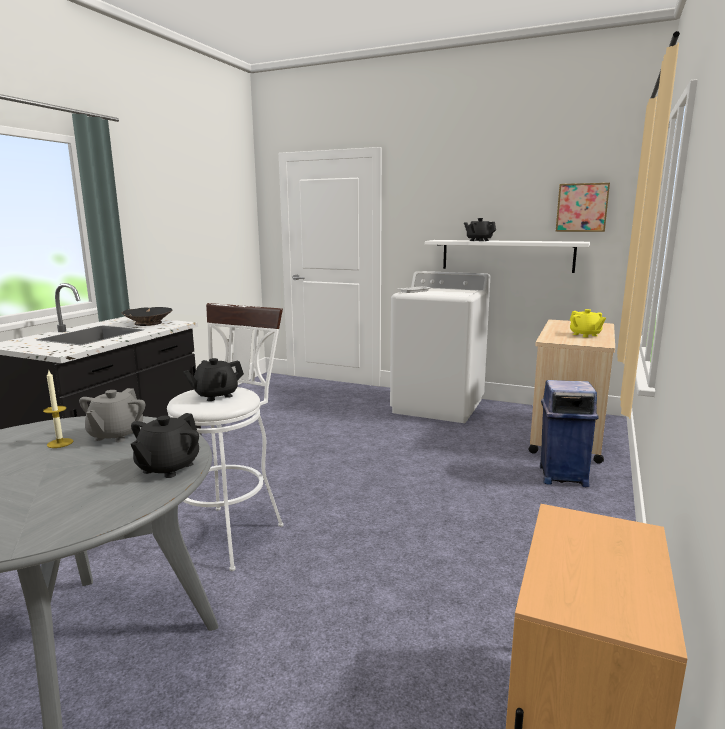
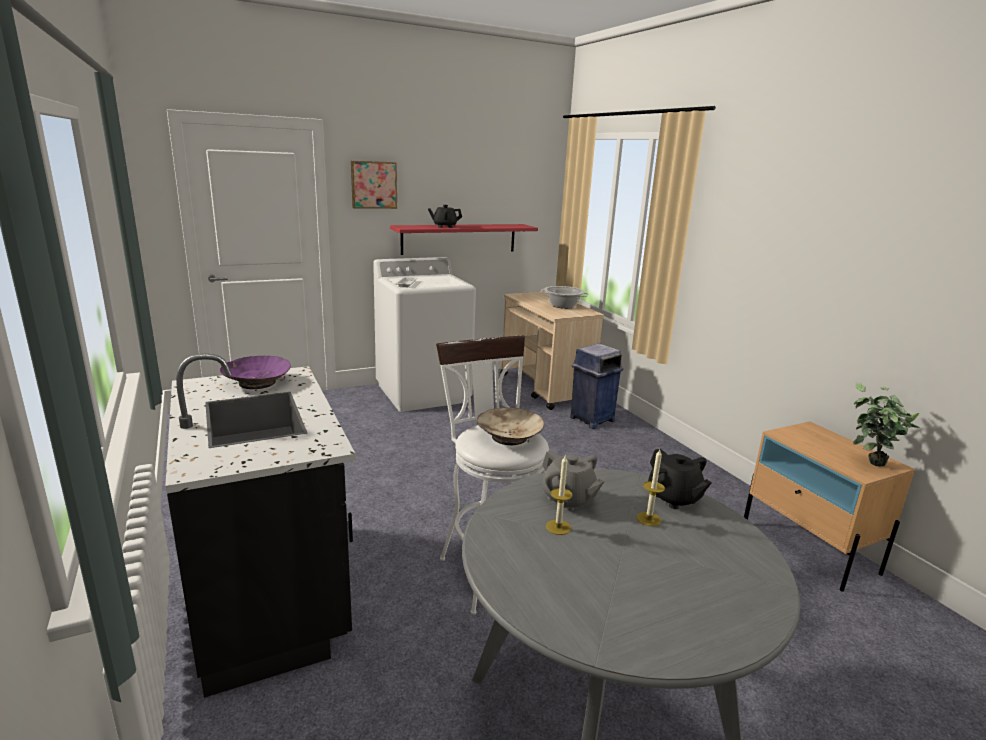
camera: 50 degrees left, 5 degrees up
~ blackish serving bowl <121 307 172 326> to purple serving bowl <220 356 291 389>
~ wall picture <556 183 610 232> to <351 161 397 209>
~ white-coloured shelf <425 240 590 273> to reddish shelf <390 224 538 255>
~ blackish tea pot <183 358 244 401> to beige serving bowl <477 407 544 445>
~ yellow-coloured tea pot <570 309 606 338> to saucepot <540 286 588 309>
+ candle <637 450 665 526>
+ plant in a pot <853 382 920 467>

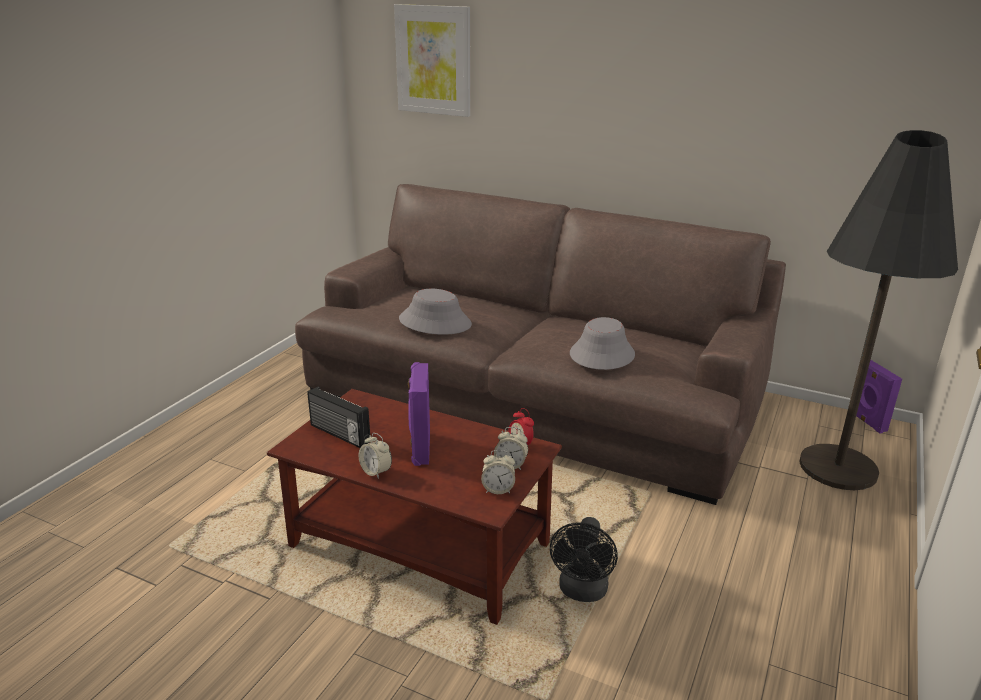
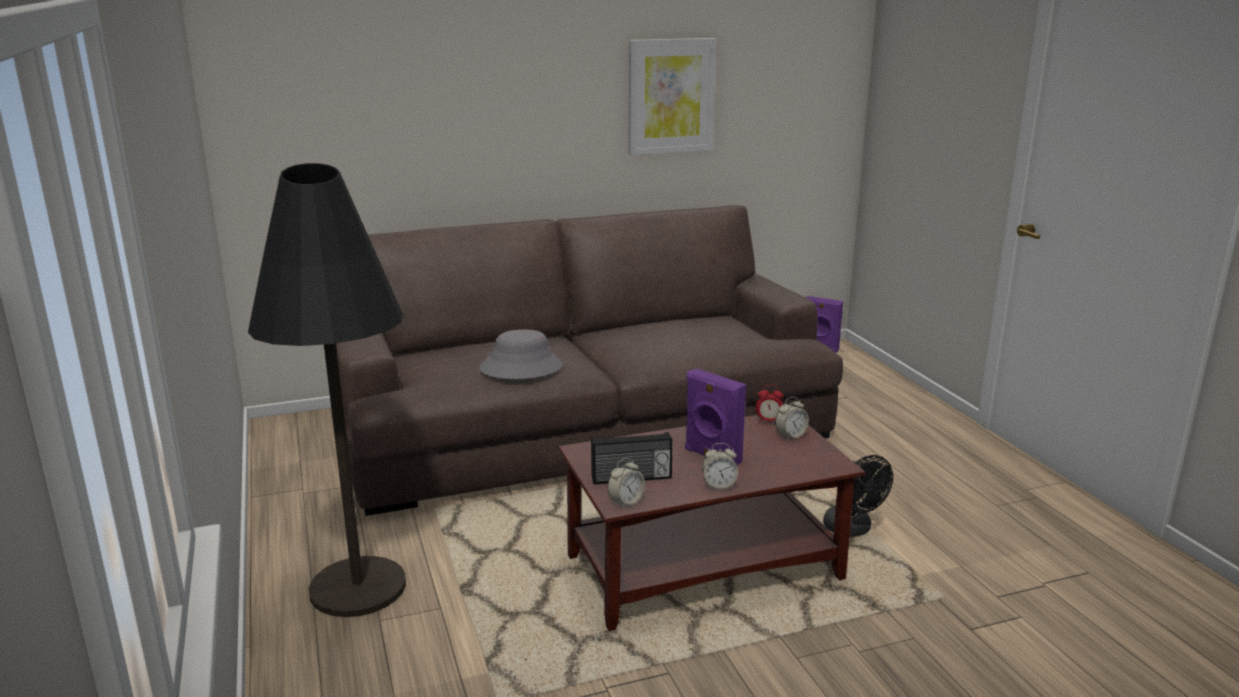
camera: 45 degrees left, 5 degrees down
~ blackish floor lamp <799 130 958 490> to <248 163 406 617>
~ bedside clock <481 450 515 494> to <608 458 645 508>
~ wall picture <394 4 470 117> to <629 38 716 155>
- grey hat <570 317 635 370>

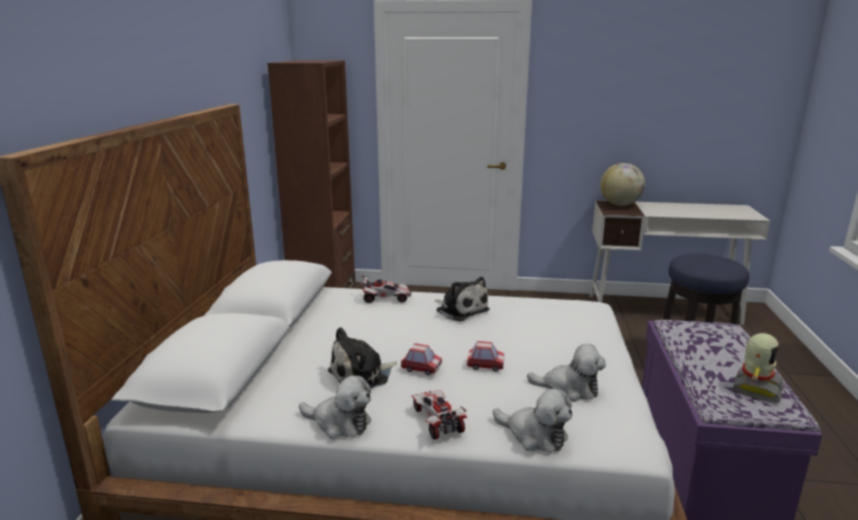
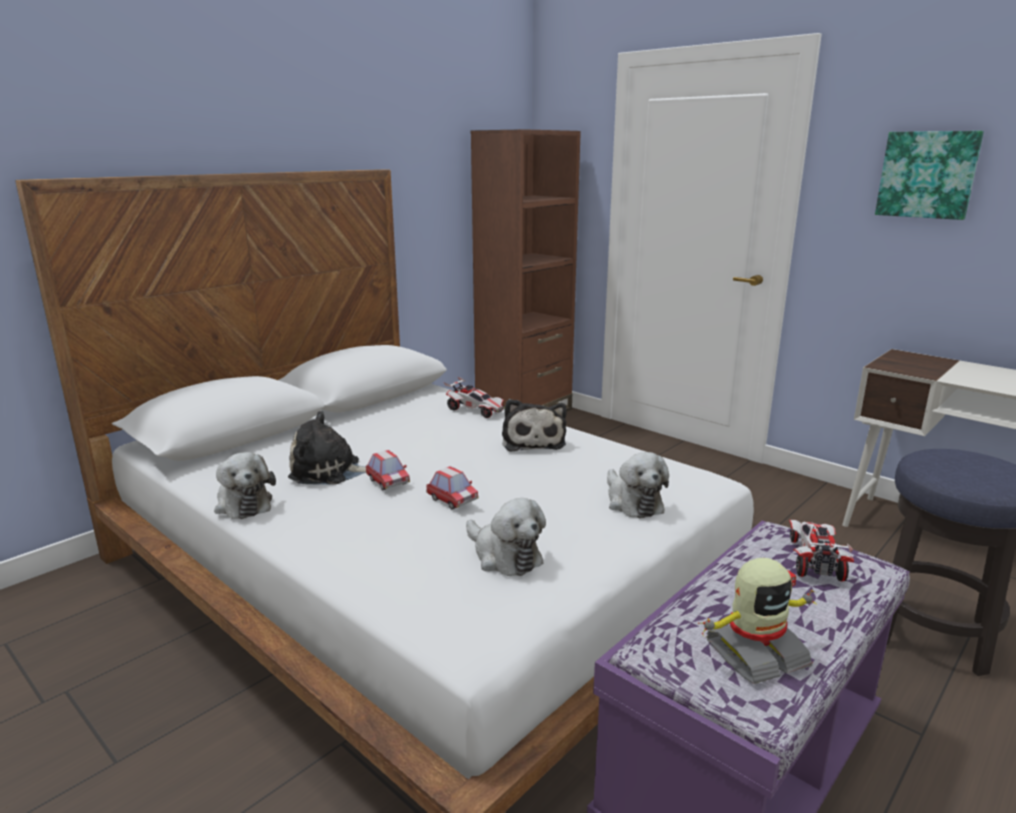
camera: 35 degrees right, 0 degrees up
~ plush toy <493 389 572 453> to <607 452 669 518>
~ miniature car <411 390 467 440> to <789 520 854 582>
+ wall picture <875 131 984 220>
- globe <600 163 645 206>

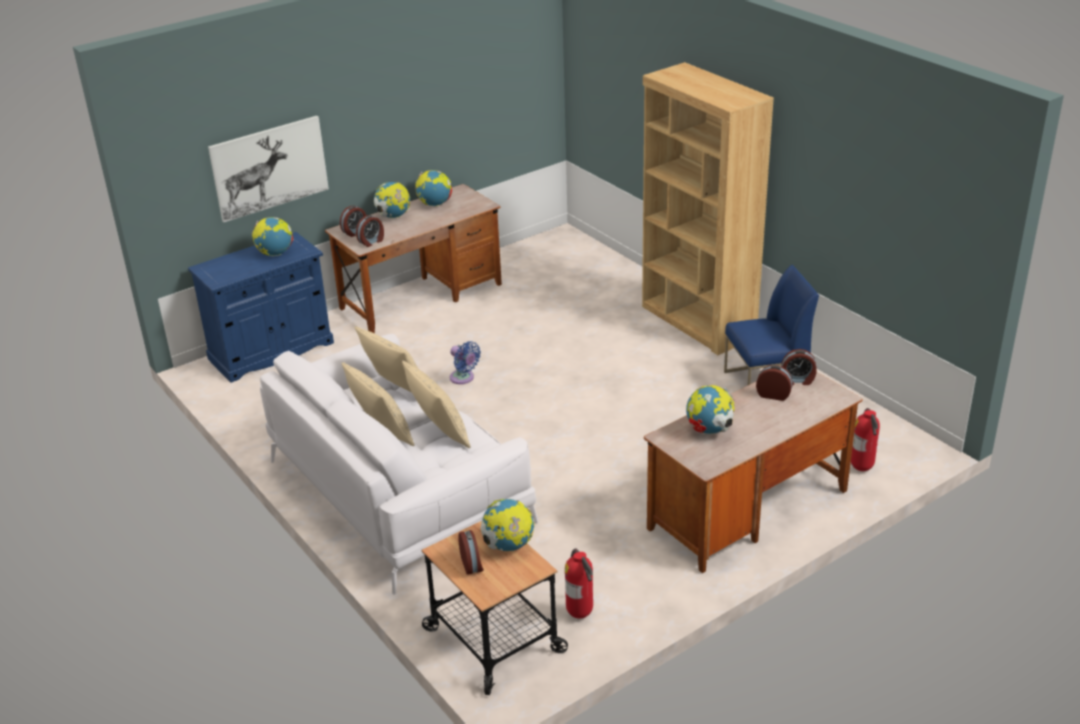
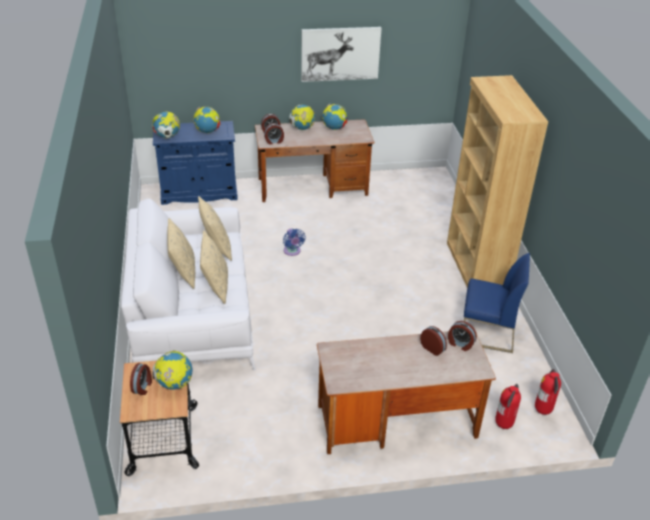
camera: 25 degrees right, 5 degrees up
~ globe <686 385 735 434> to <152 111 180 138>
~ wall picture <208 116 329 222> to <301 27 382 82>
~ fire-fighting cylinder <565 548 593 618> to <535 369 561 415>

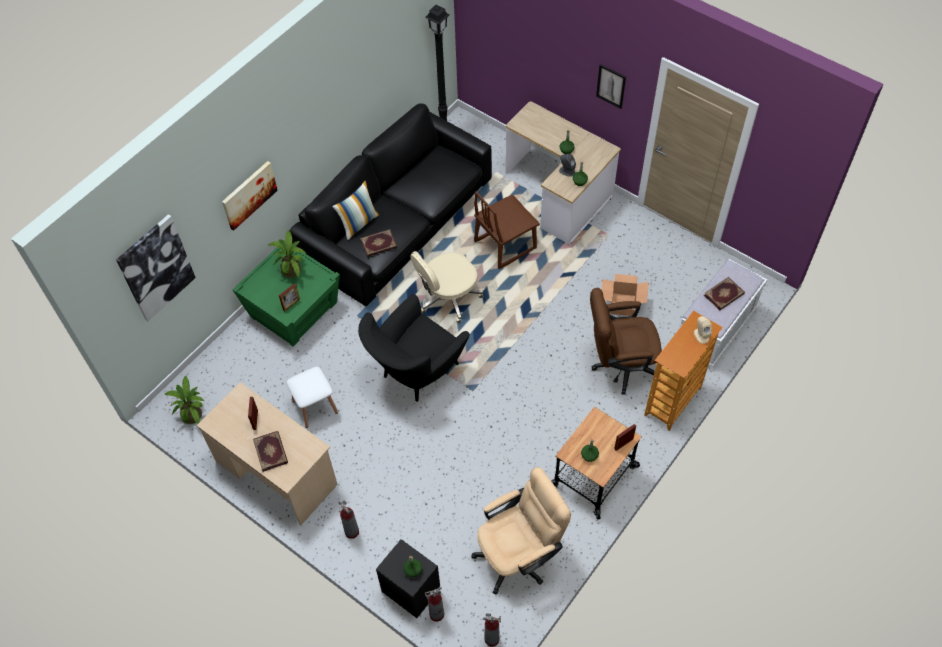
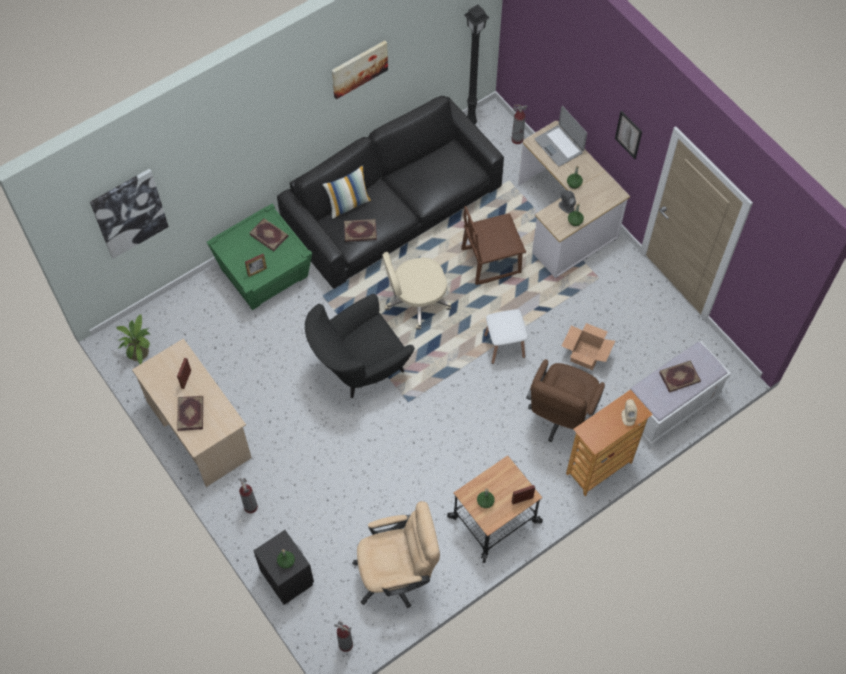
camera: 15 degrees right, 5 degrees up
~ plant in a pot <268 230 306 278> to volume <249 218 289 251>
~ wall picture <222 161 278 231> to <332 40 388 99>
~ white-coloured sitting stool <286 367 338 428> to <484 309 528 364>
~ fire-fighting cylinder <425 587 444 622> to <512 105 528 144>
~ brown-coloured computer chair <590 288 662 395> = <526 359 605 442> 75 degrees counterclockwise
+ notebook computer <535 106 587 166>

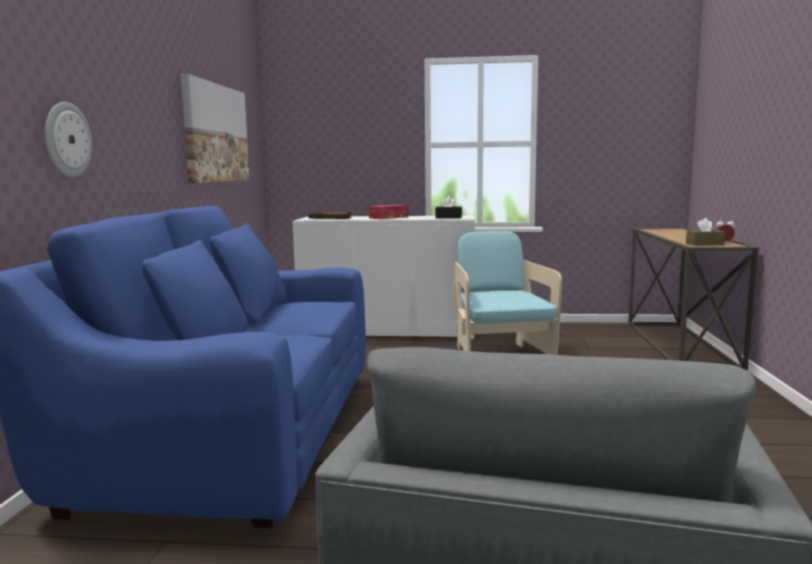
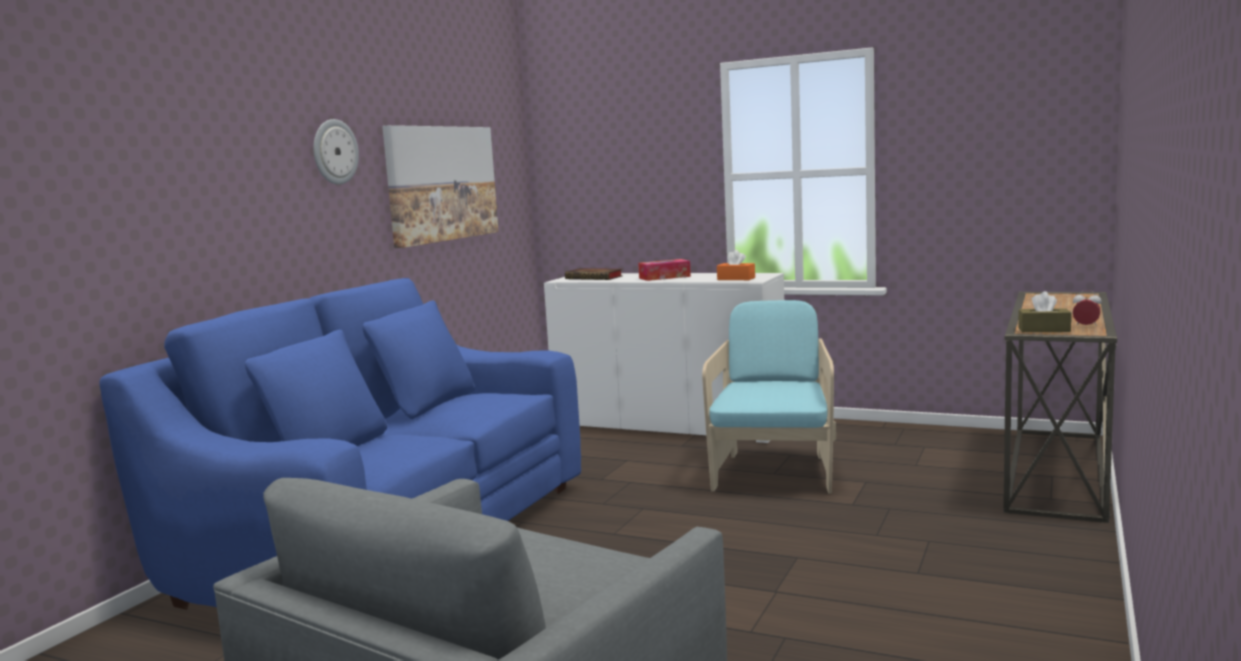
camera: 20 degrees right, 0 degrees up
~ hanging clock <45 102 92 178> to <313 119 359 185>
~ blackish box of tissues <435 196 462 219> to orangey box of tissues <717 250 755 280>

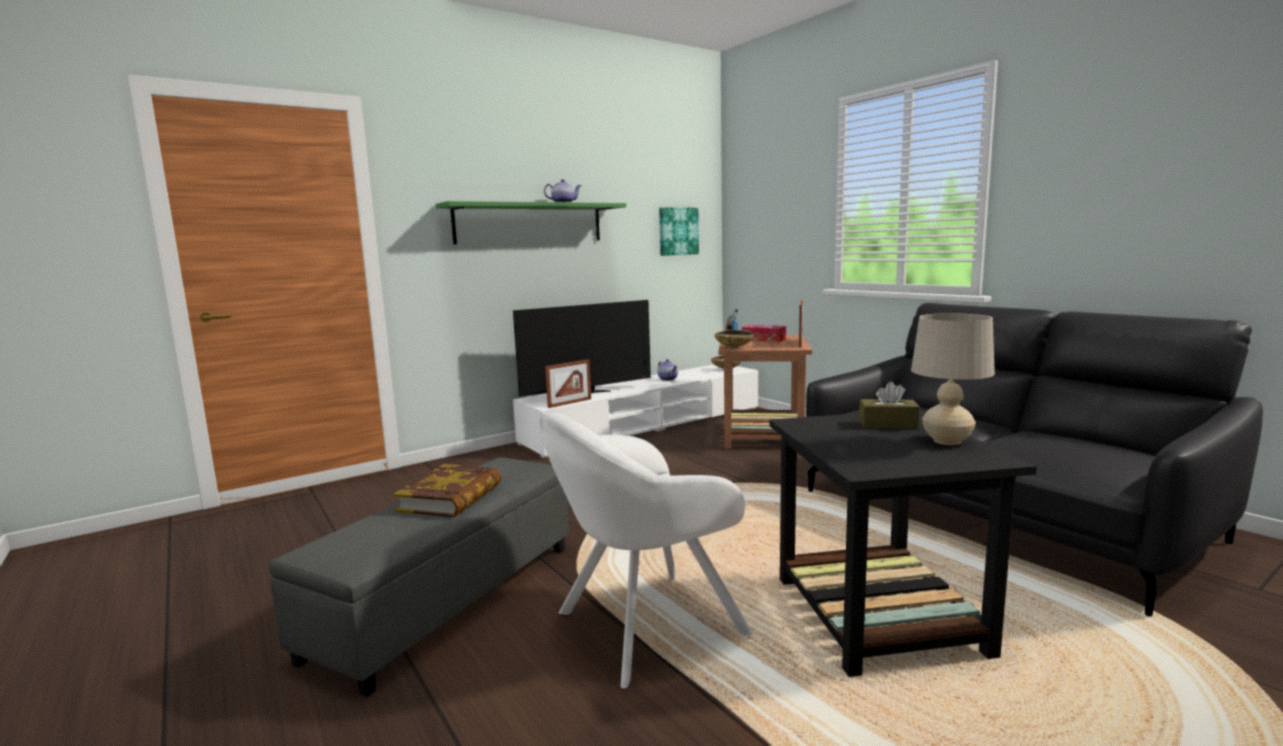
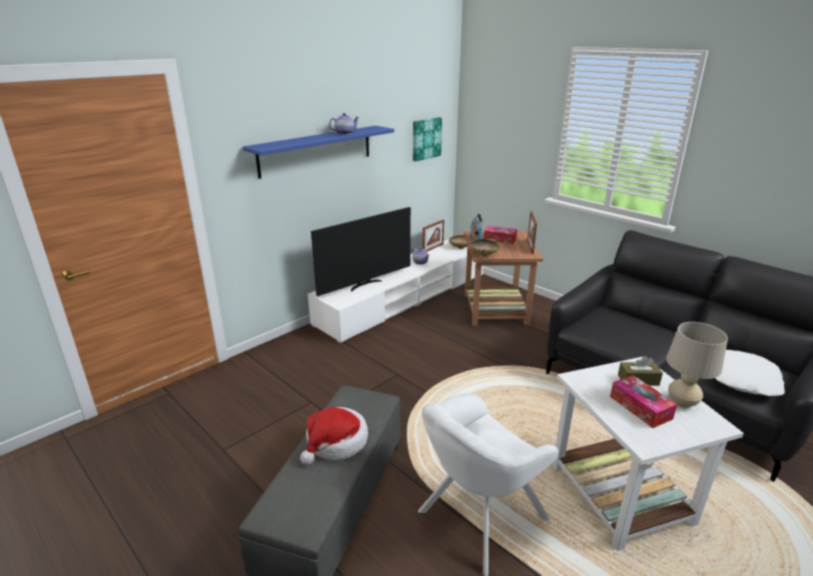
camera: 10 degrees left, 15 degrees up
~ green shelf <435 201 626 244> to bluish shelf <243 126 394 179>
~ volume <394 464 501 517> to hat <300 407 368 465>
~ standing frame <545 359 591 408> to <422 220 444 252>
~ blackish side table <769 413 1037 677> to white-coloured side table <552 357 744 551>
+ box of tissues <610 375 677 428>
+ white-coloured throw pillow <715 350 785 396>

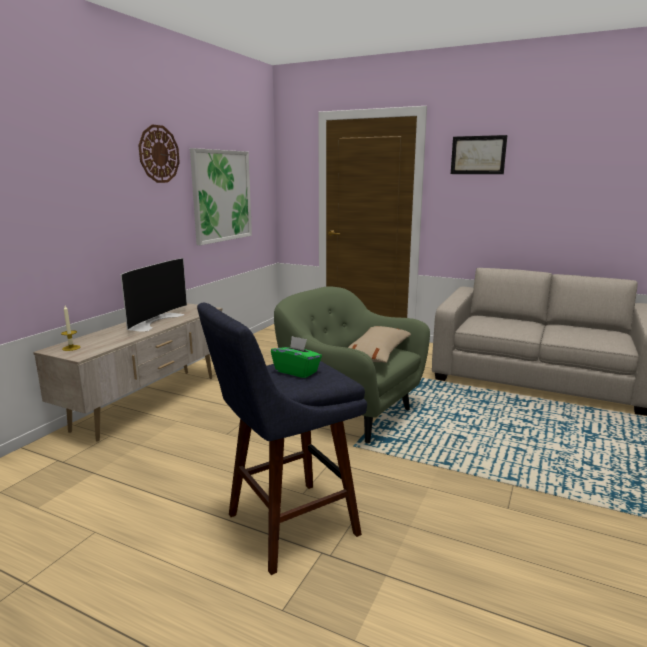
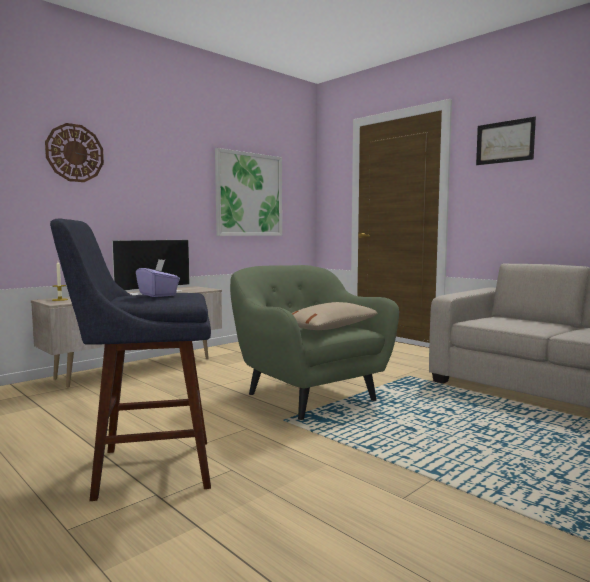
camera: 20 degrees right, 10 degrees down
~ hanging clock <138 124 180 183> to <45 123 104 182>
~ green box of tissues <271 336 322 378> to purple box of tissues <136 259 180 297>

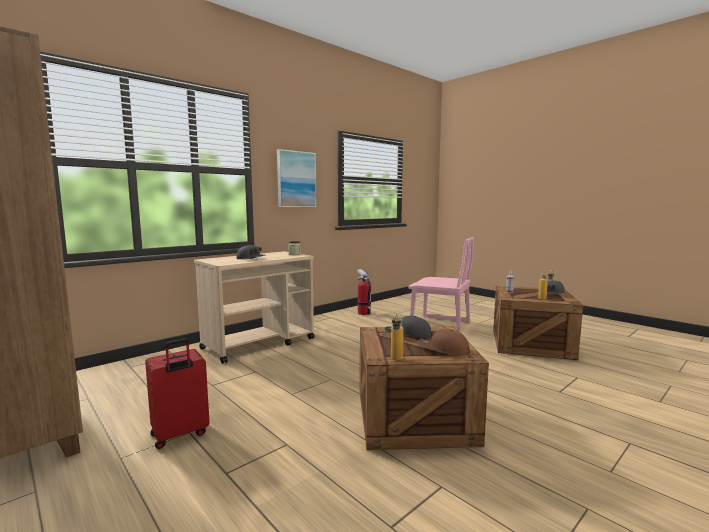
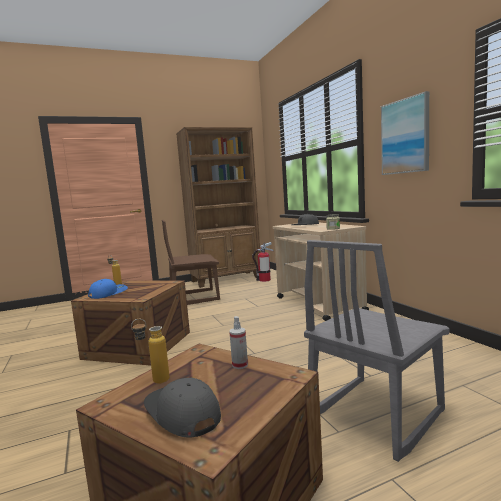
camera: 110 degrees right, 0 degrees up
~ brown-coloured baseball cap <416 329 470 355> to bluish baseball cap <88 279 128 299>
~ reddish suitcase <145 338 210 449> to brown-coloured chair <162 220 220 305>
~ fire-fighting cylinder <357 269 371 315> to <252 242 273 282>
~ pinkish chair <408 237 474 333> to grey chair <304 240 450 462>
- grey baseball cap <385 316 432 337>

